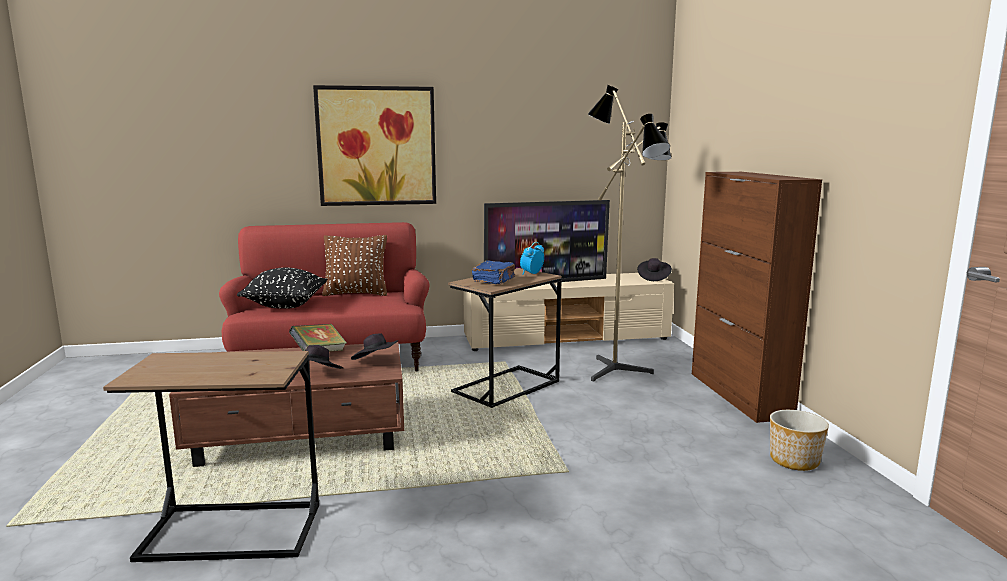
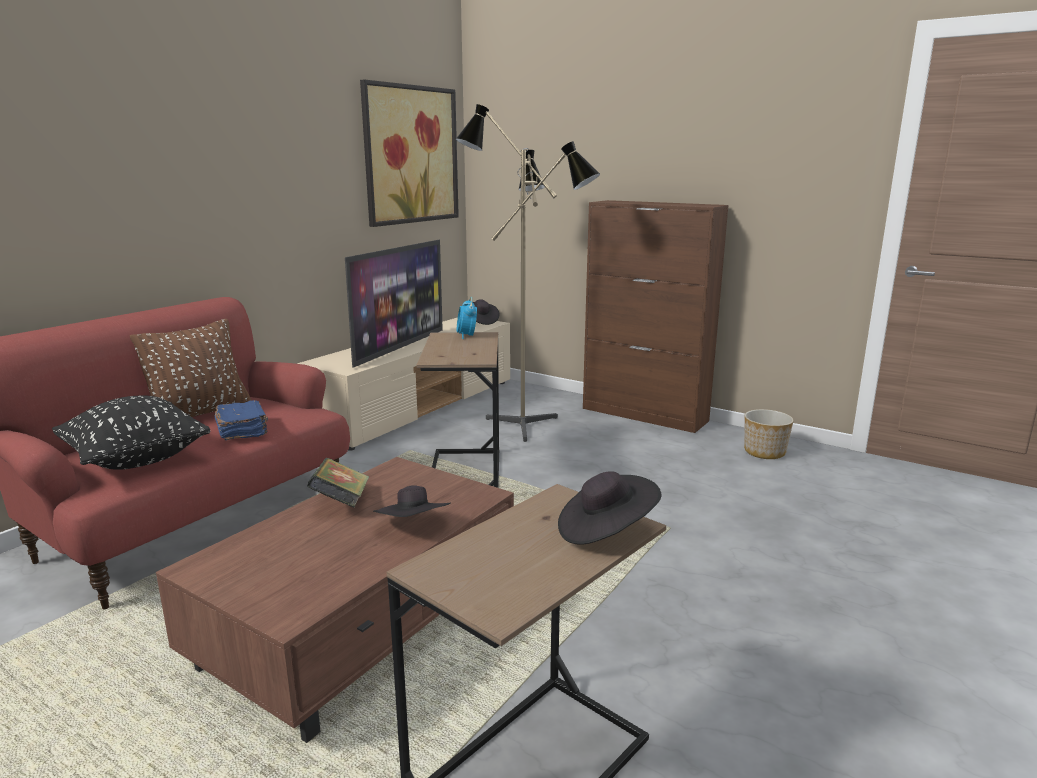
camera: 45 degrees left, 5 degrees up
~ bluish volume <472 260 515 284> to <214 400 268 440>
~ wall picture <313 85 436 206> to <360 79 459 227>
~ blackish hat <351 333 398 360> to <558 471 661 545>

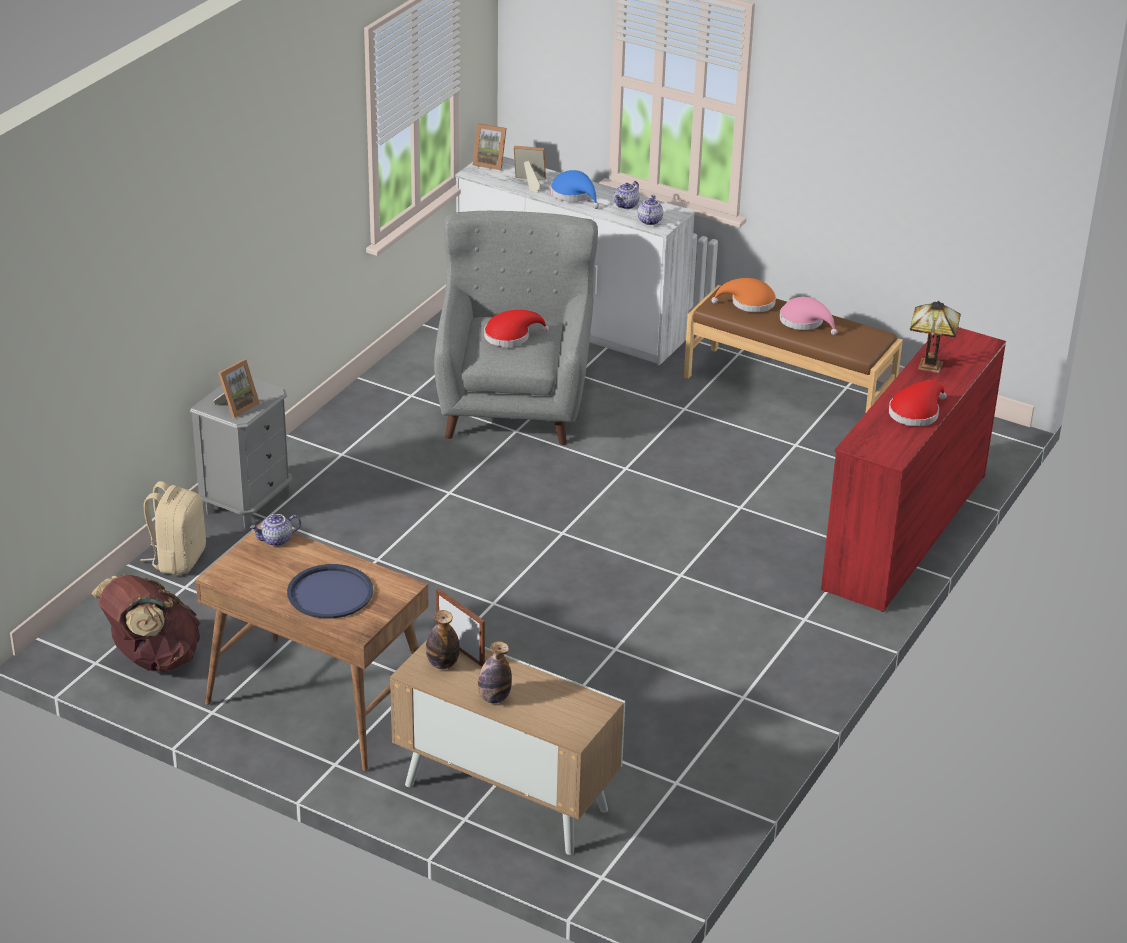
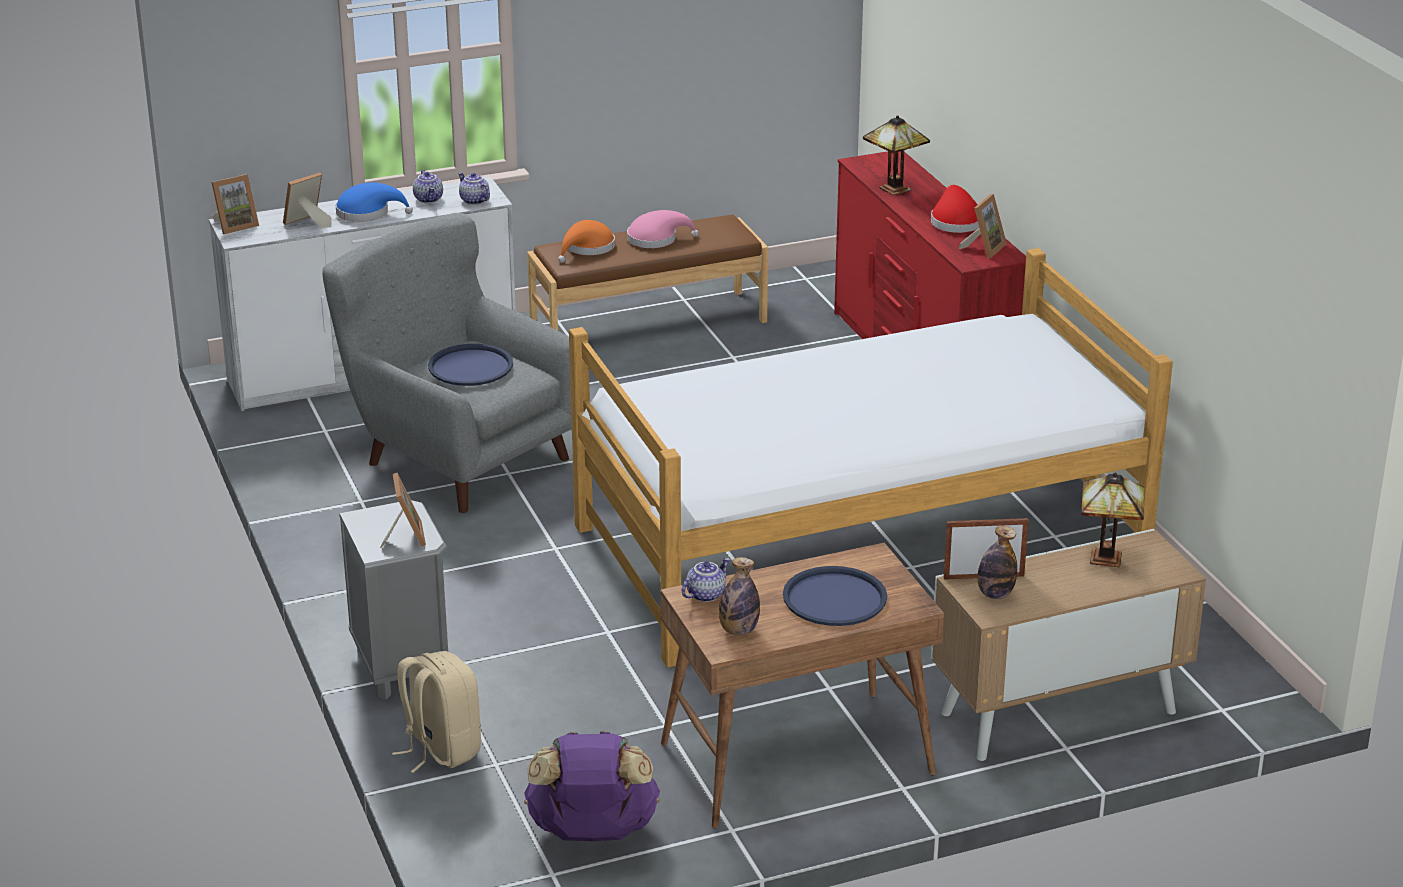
camera: 50 degrees left, 5 degrees down
~ reddish hat <484 310 549 347> to bluish carrying tray <428 344 513 386>
~ brown-coloured backpack <92 574 201 672> to purple backpack <524 731 660 841>
+ sleeping bed <569 248 1173 668>
~ tea pot <250 514 301 546> = <682 558 730 602> 150 degrees counterclockwise
~ beverage bottle <478 641 512 703> to <719 557 760 635>
+ standing frame <958 194 1007 258>
+ tabletop lamp <1081 472 1144 567>

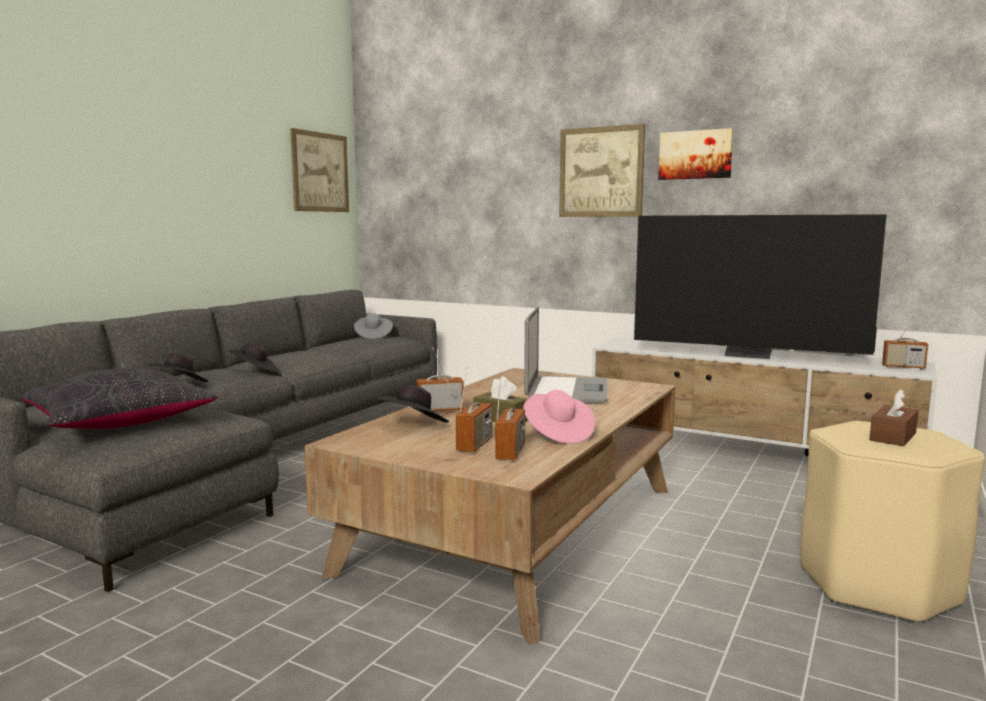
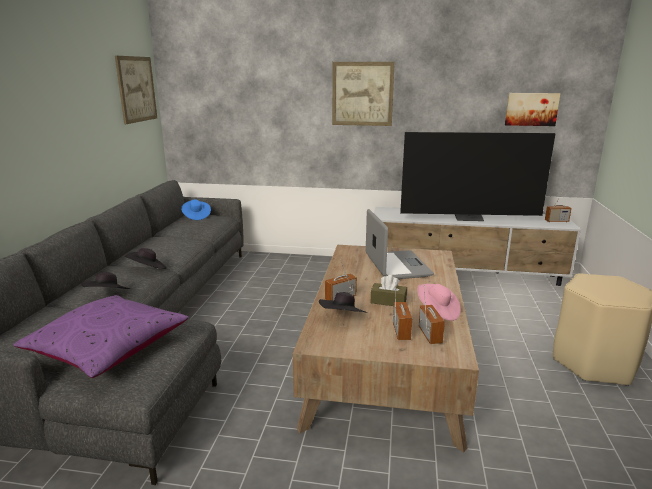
camera: 20 degrees left, 10 degrees up
~ blackish throw pillow <19 368 218 429> to purple throw pillow <13 295 189 378>
~ grey hat <354 313 393 339> to bluish hat <181 199 211 220>
~ wall picture <658 128 733 180> to <505 93 561 126>
- brown-coloured box of tissues <869 389 919 446>

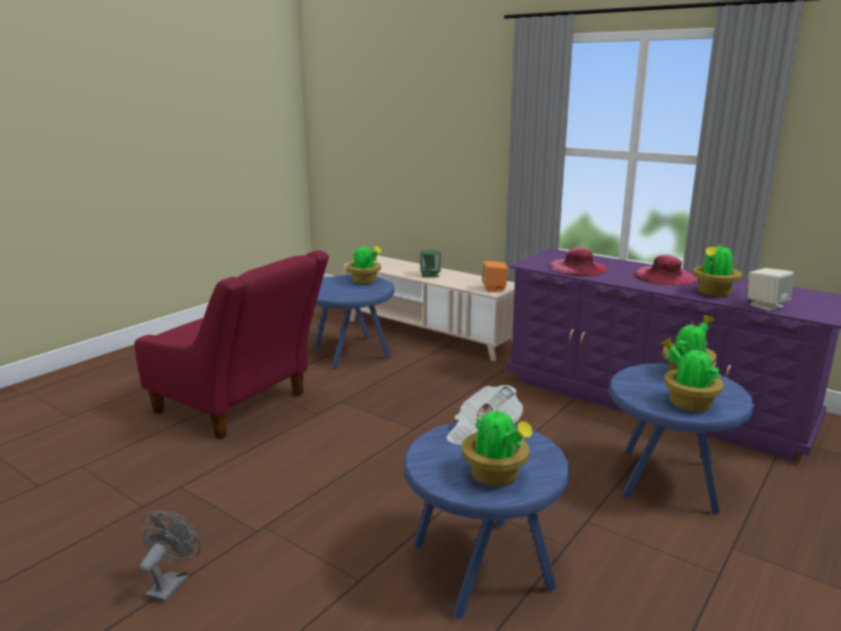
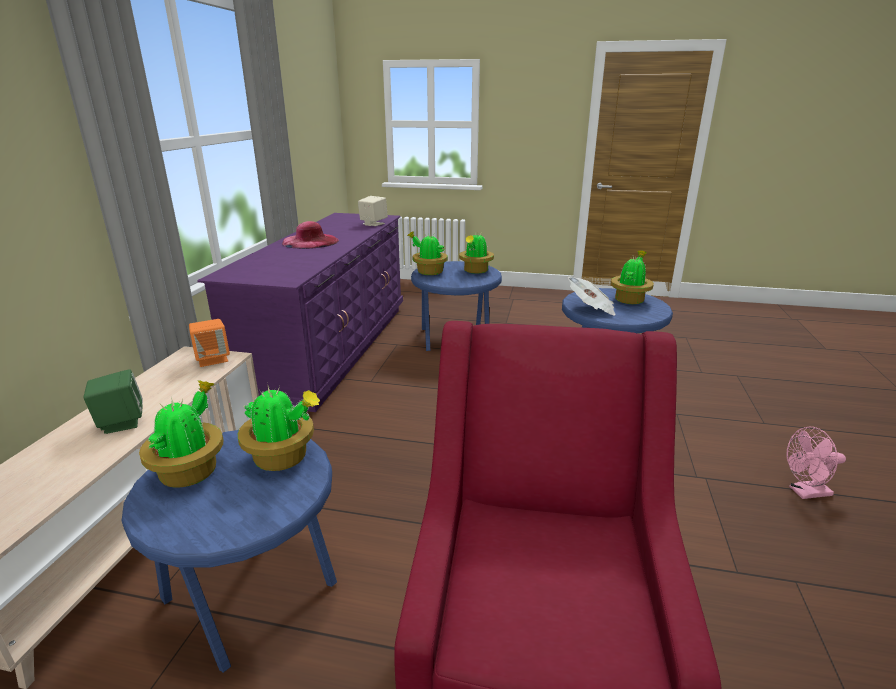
camera: 115 degrees left, 5 degrees up
~ plant in a pot <693 244 742 297> to <238 386 320 471>
~ grey cooling fan <140 511 200 603> to pinkish cooling fan <786 426 846 499>
- pinkish hat <548 247 608 277>

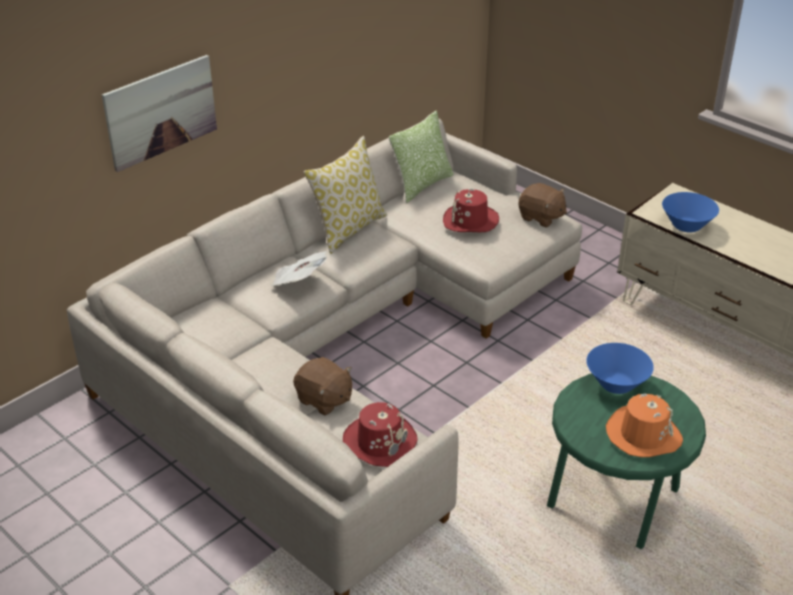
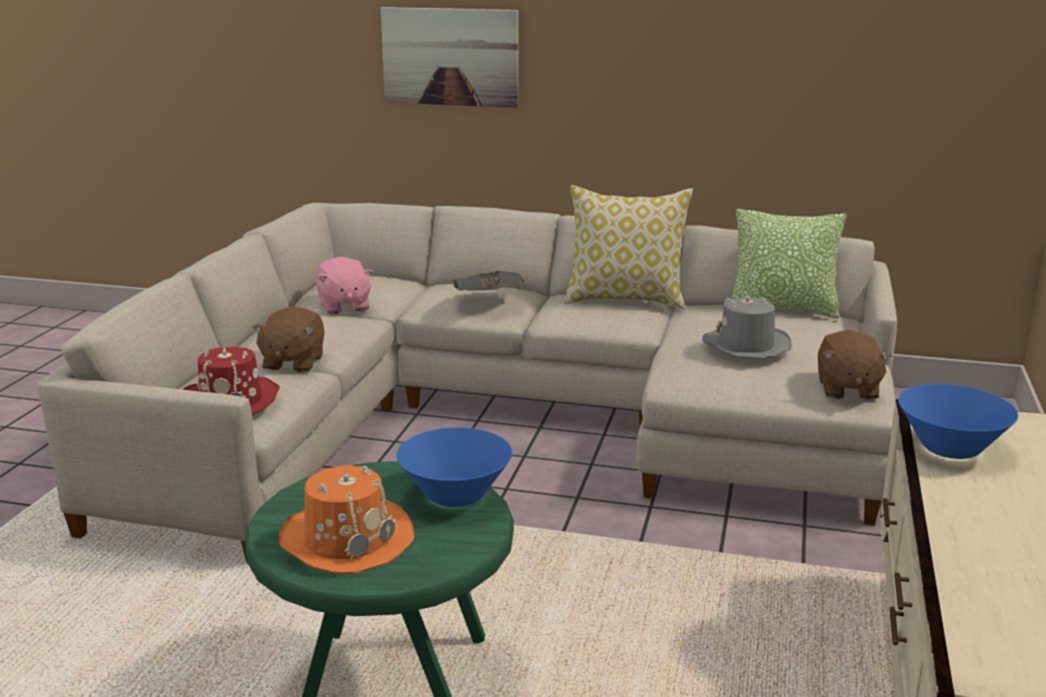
camera: 60 degrees right, 15 degrees down
+ pinkish plush toy <316 257 373 315>
~ reddish hat <443 188 499 232> to grey hat <702 294 791 358>

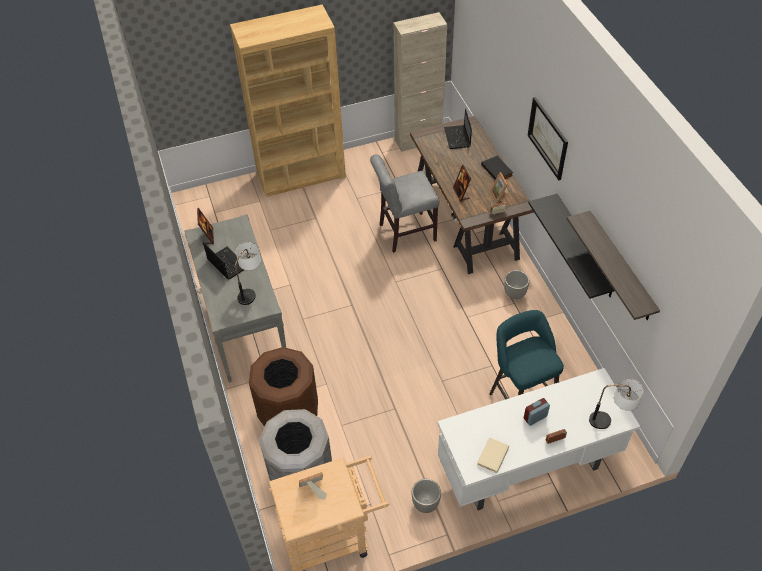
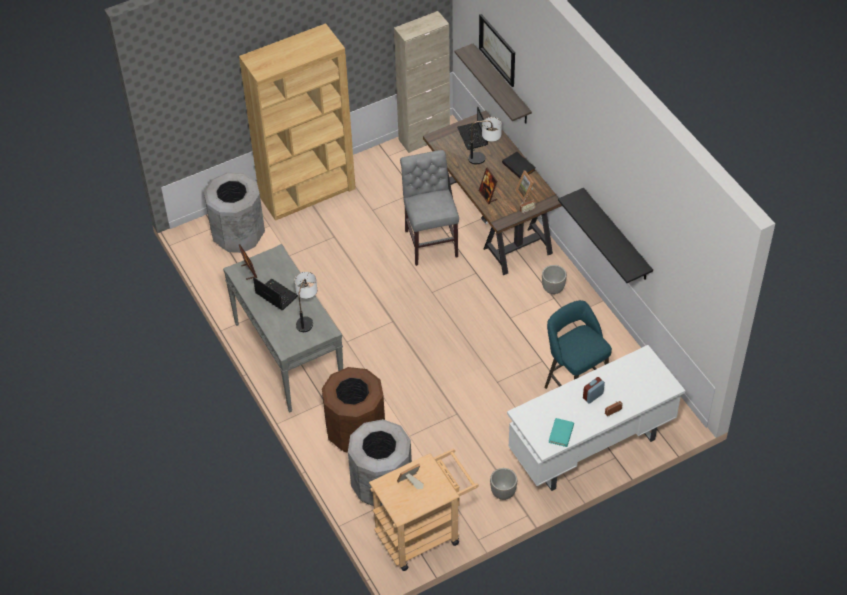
camera: 10 degrees left, 0 degrees up
+ grey rubbish bin <204 173 265 253>
~ grey chair <370 154 439 253> = <400 150 459 266> 105 degrees clockwise
~ shelf <567 211 660 320> to <454 44 532 123>
~ tabletop lamp <589 378 644 429> to <468 117 502 164>
~ wall picture <528 97 568 181> to <479 14 515 87>
~ beige volume <477 437 509 473> to blue-green volume <548 418 574 447>

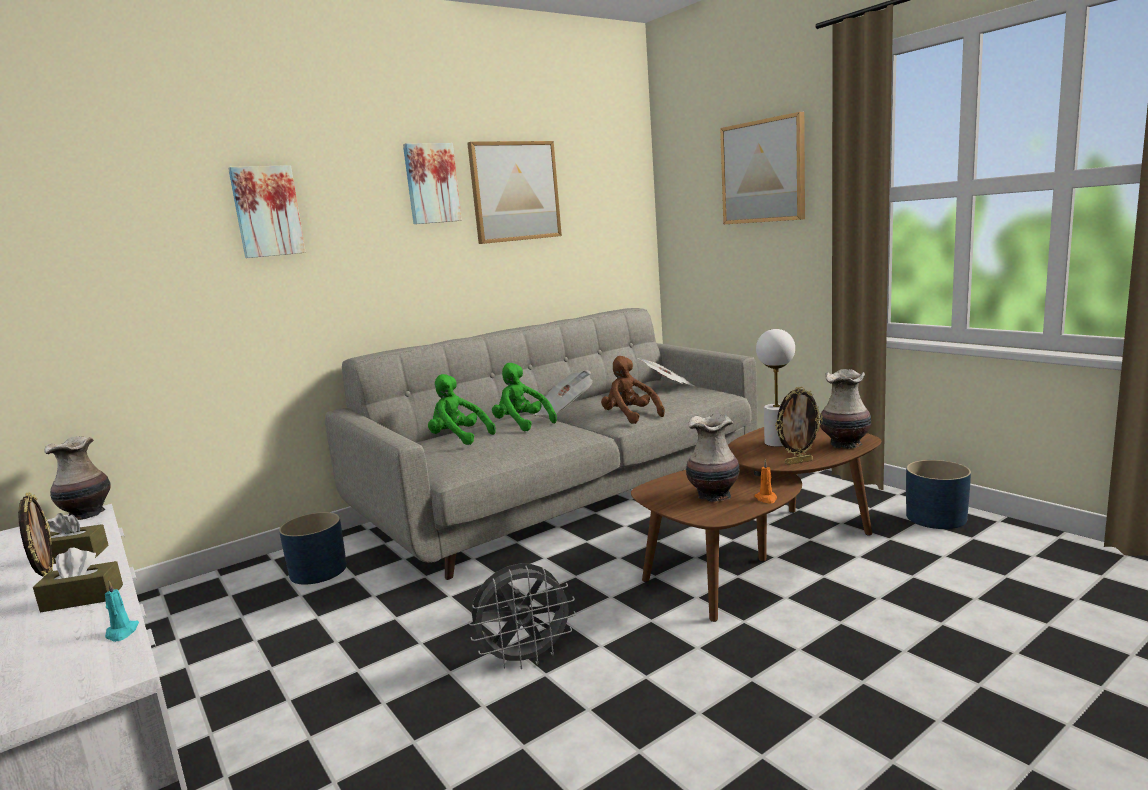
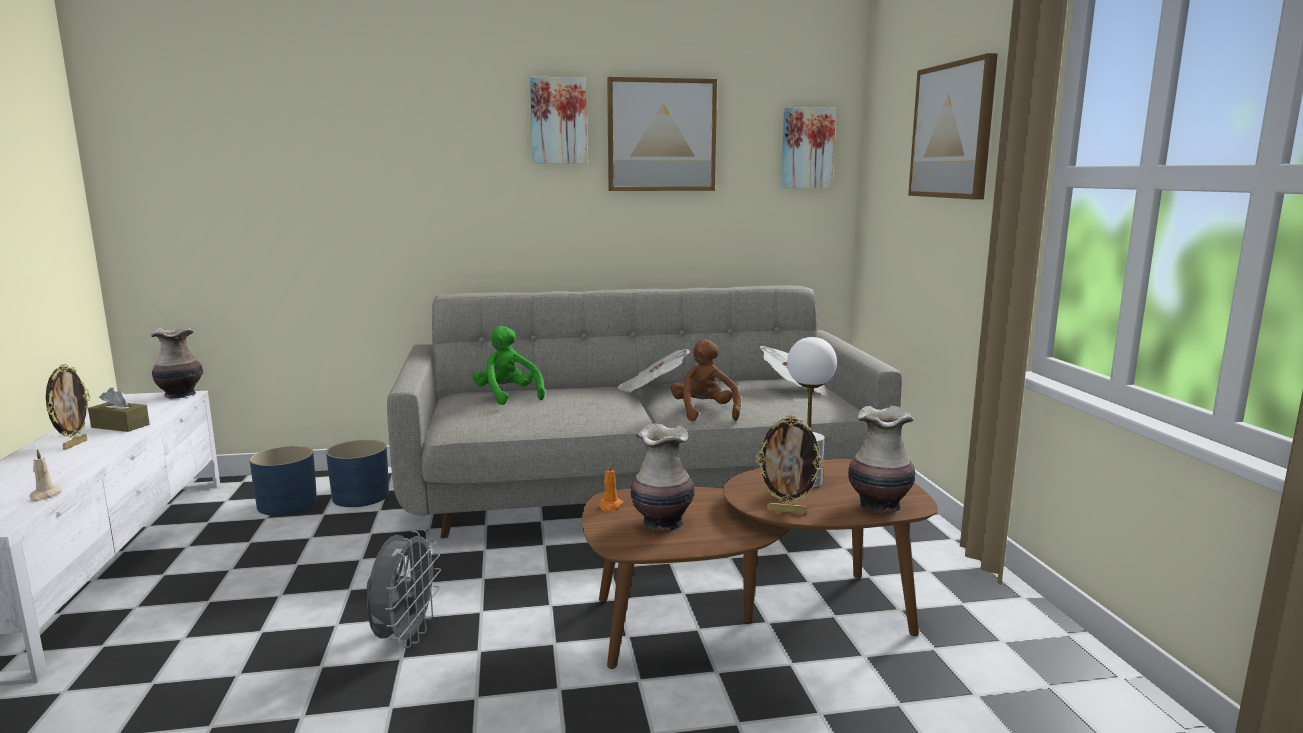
camera: 25 degrees right, 0 degrees up
~ blue-green candle <105 581 139 642> to beige candle <29 449 63 501>
~ bluish planter <906 460 971 529> to <250 446 317 515>
~ grey cooling fan <468 564 576 669> = <367 529 441 648> 90 degrees counterclockwise
~ orangey candle <754 460 777 503> to <598 463 623 511>
~ wall picture <228 165 306 258> to <781 107 836 188>
- brown-coloured box of tissues <33 548 123 612>
- green plush toy <492 363 557 431>

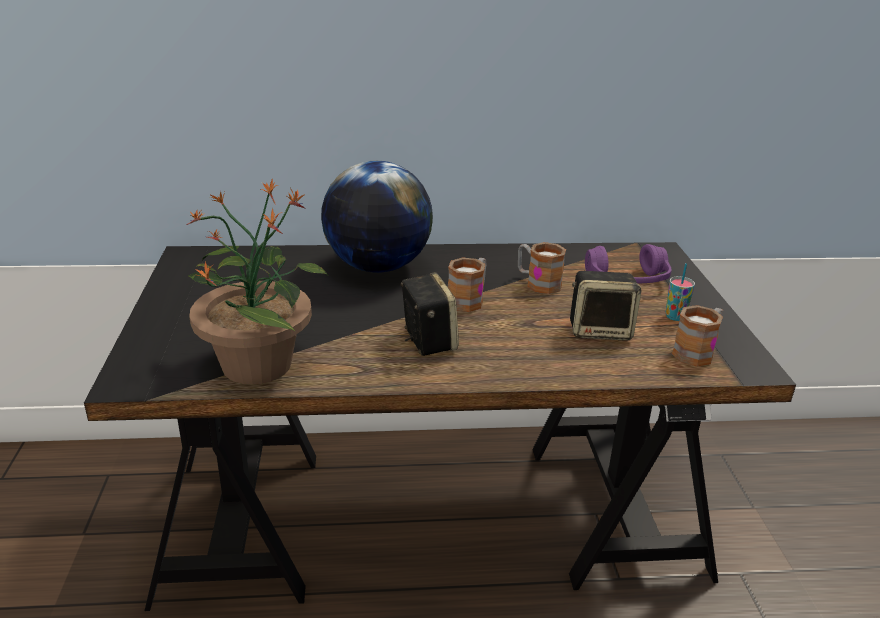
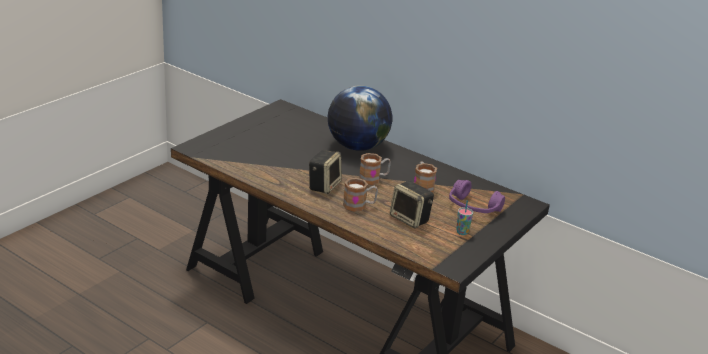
camera: 40 degrees right, 0 degrees up
~ tea mug <672 305 723 367> to <343 178 378 212>
- plant in a pot <187 178 327 384>

